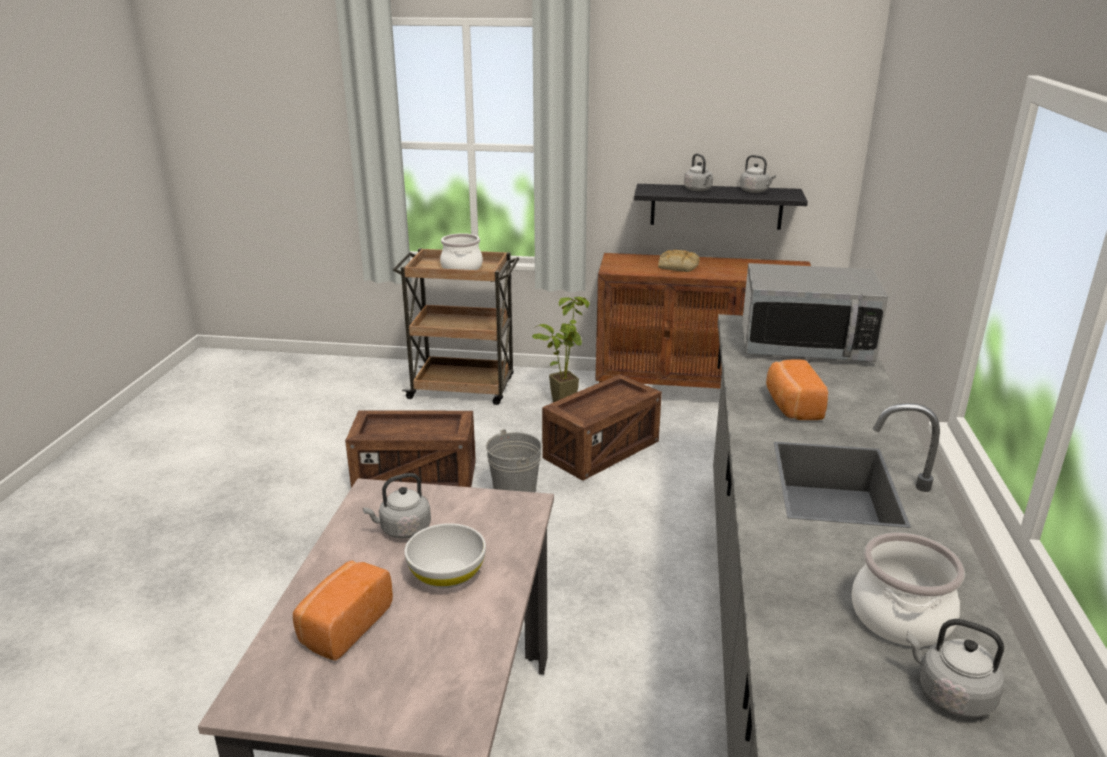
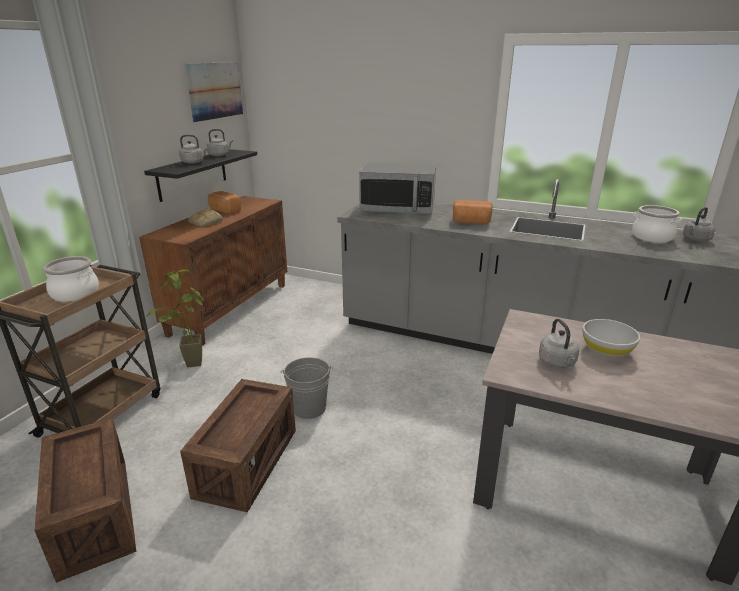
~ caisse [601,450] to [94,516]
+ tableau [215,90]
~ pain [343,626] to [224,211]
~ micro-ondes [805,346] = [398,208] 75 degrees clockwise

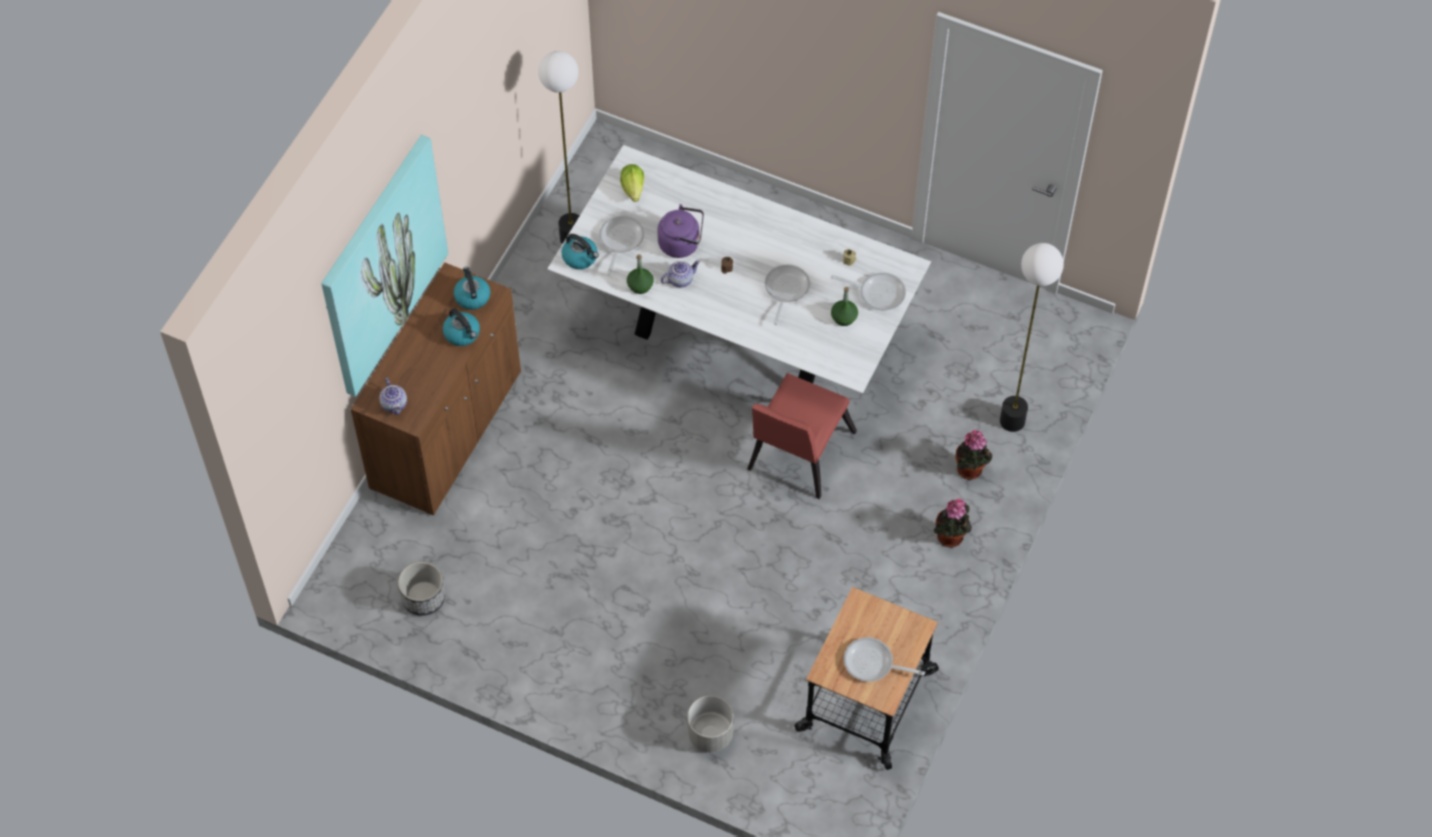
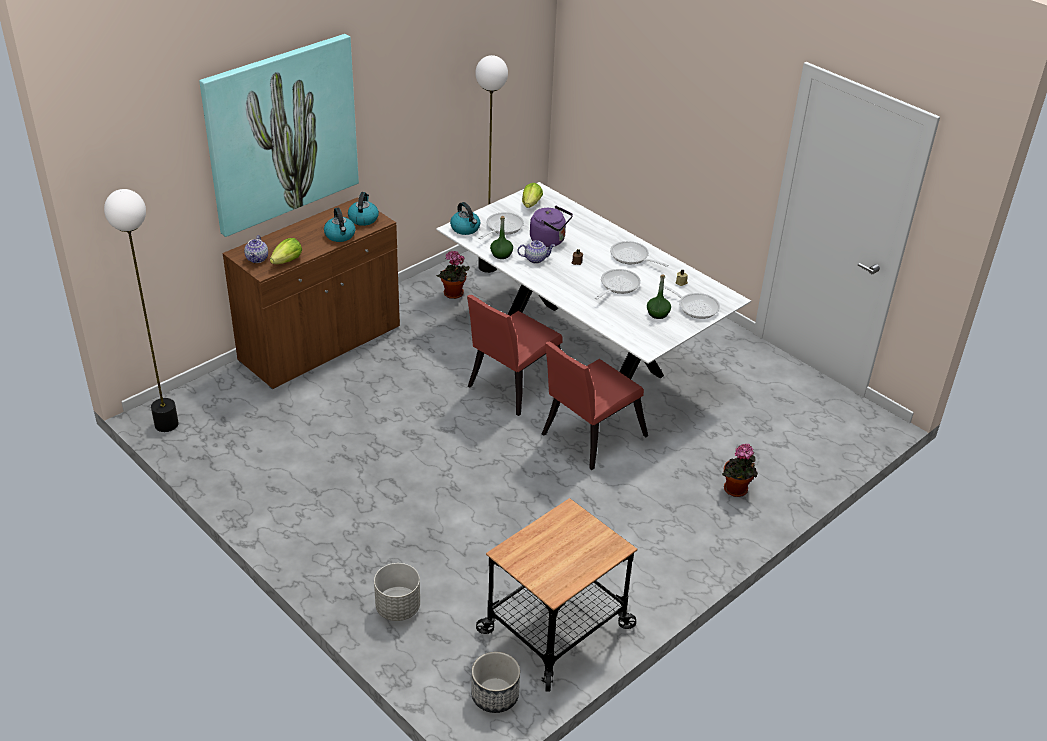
~ lampadaire [1012,420] to [166,424]
+ laitue [287,261]
~ plante en pot [951,539] to [453,295]
+ chaise (rouge) [512,386]
~ cache-pot [424,597] to [495,695]
~ poêle [873,664] to [632,257]

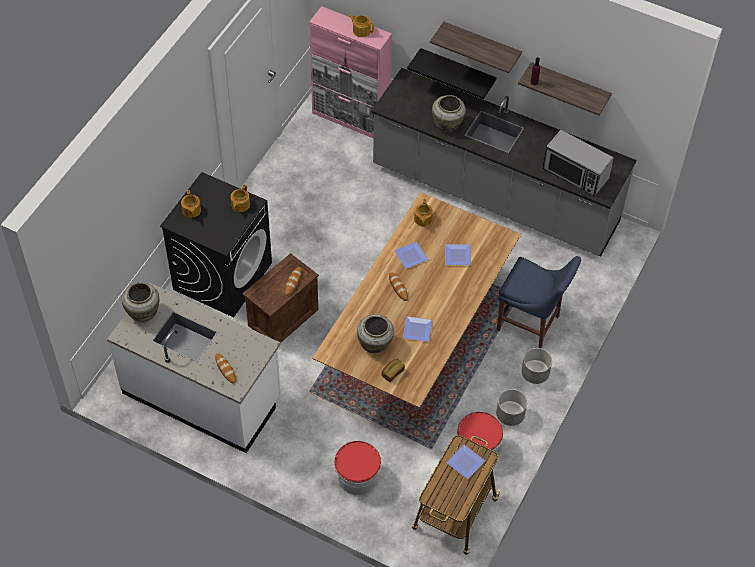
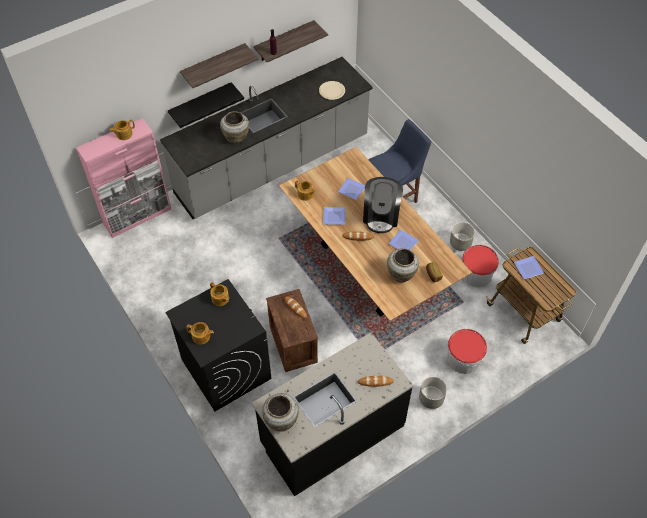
~ comptoir de cuisine (blanc) [202,395] to comptoir de cuisine (noir) [332,434]
~ micro-ondes [575,174] to assiette (beige) [332,91]
+ machine à café [381,216]
~ cache-pot (gris) [535,373] to [431,398]

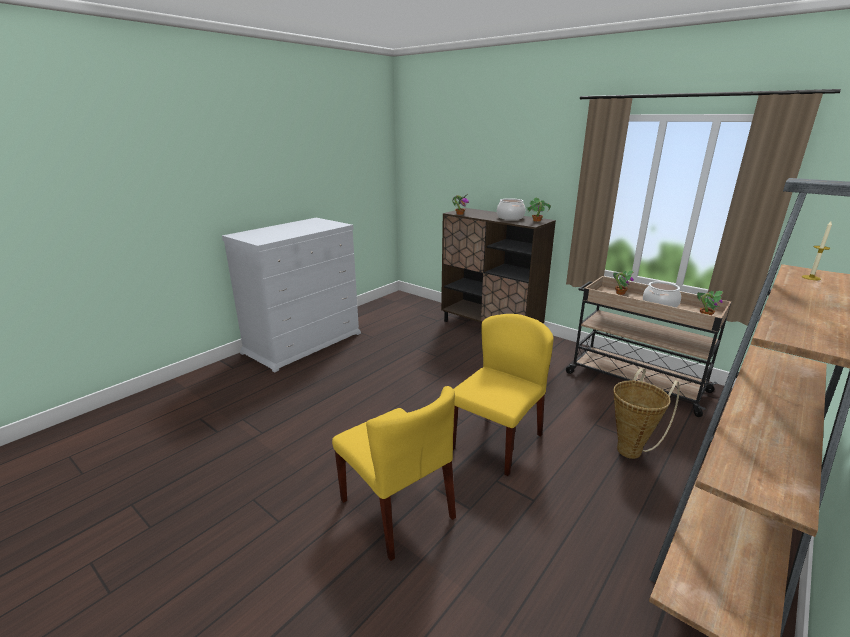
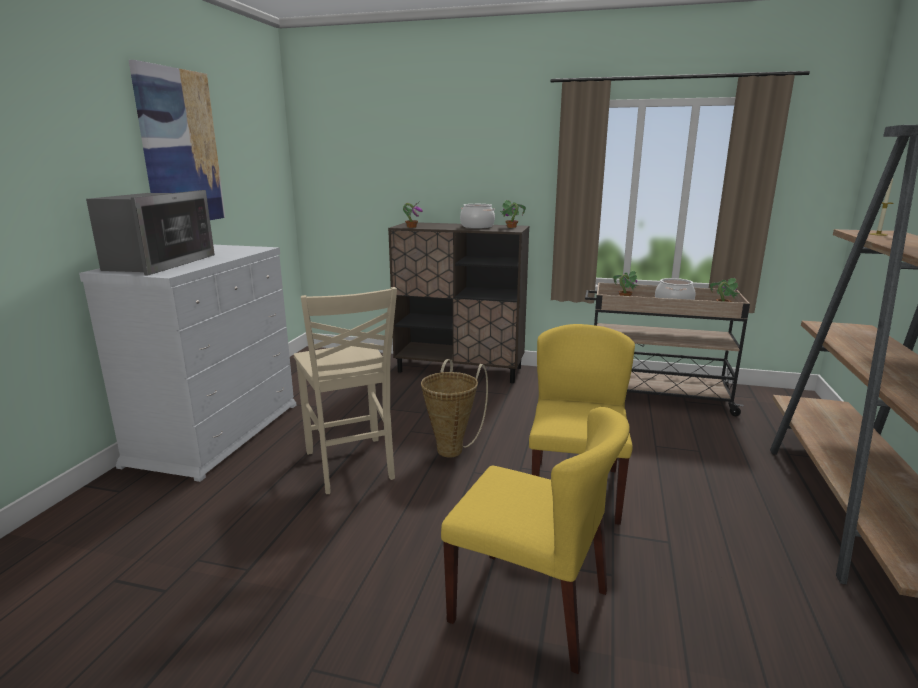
+ micro-ondes [158,263]
+ tableau [179,148]
+ chaise (beige) [351,466]
~ panier [632,449] to [452,448]

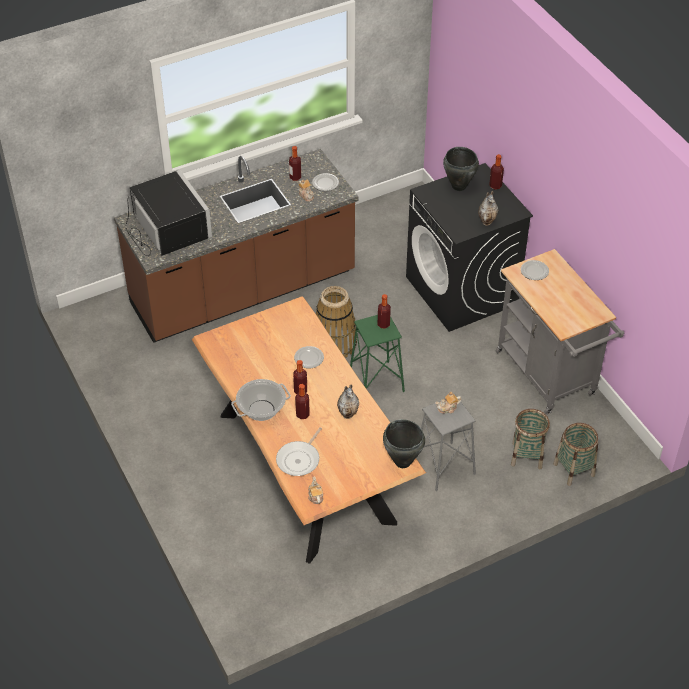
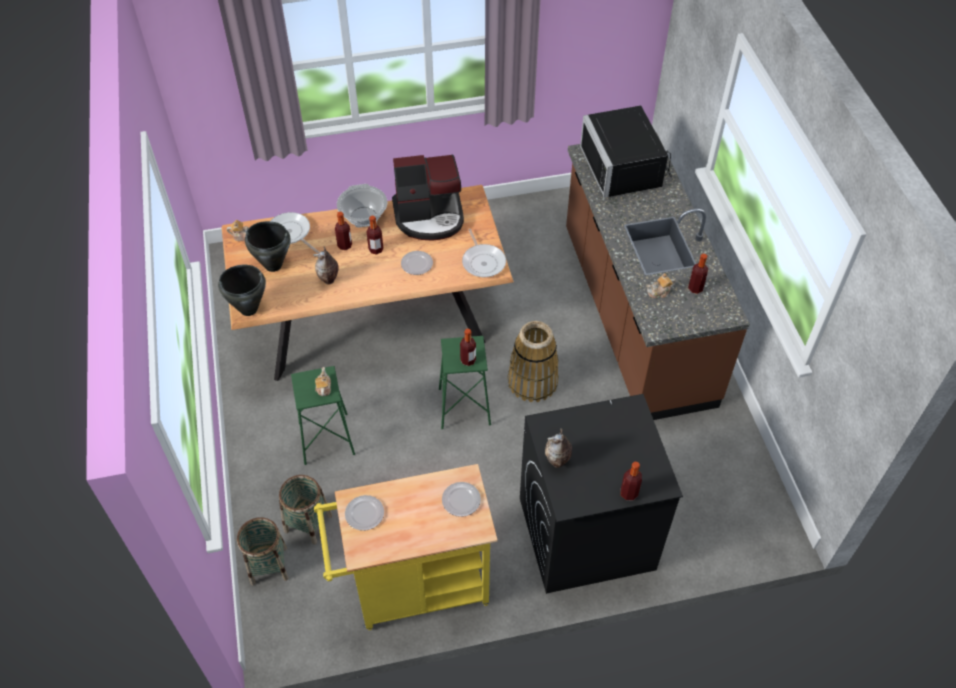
~ marmite (noir) [458,186] to [273,265]
~ tabouret (gris) [444,467] to tabouret (vert) [326,439]
~ chariot (gris) [549,377] to chariot (jaune) [412,587]
~ assiette [325,183] to [364,514]
+ machine à café [429,217]
+ poêle [483,261]
~ micro-ondes (noir) [167,229] = [626,168] 90 degrees clockwise

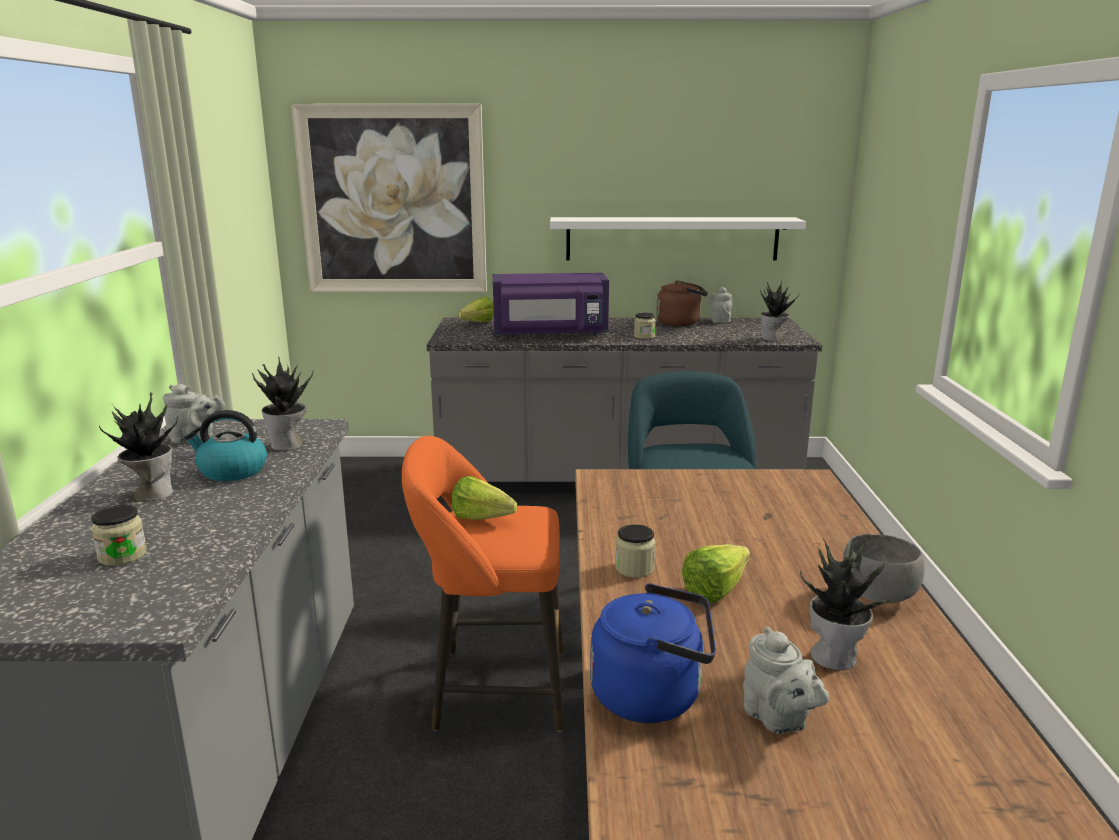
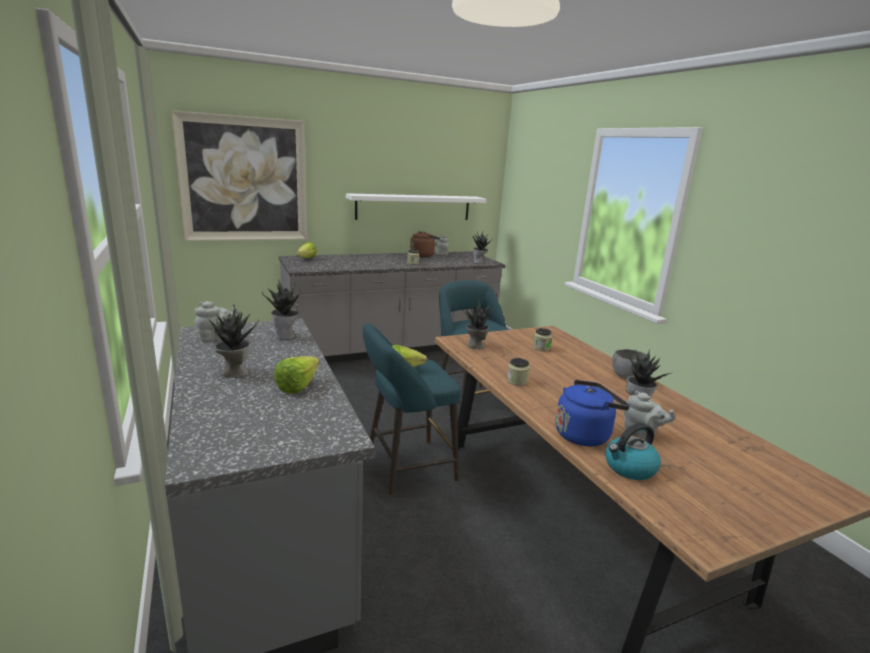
~ laitue [721,589] to [301,385]
~ tabouret (orange) [491,689] to tabouret (turquoise) [405,468]
+ plante en pot [475,346]
~ bocal [122,555] to [541,348]
~ bouilloire [231,471] to [629,468]
- micro-ondes (violet) [550,334]

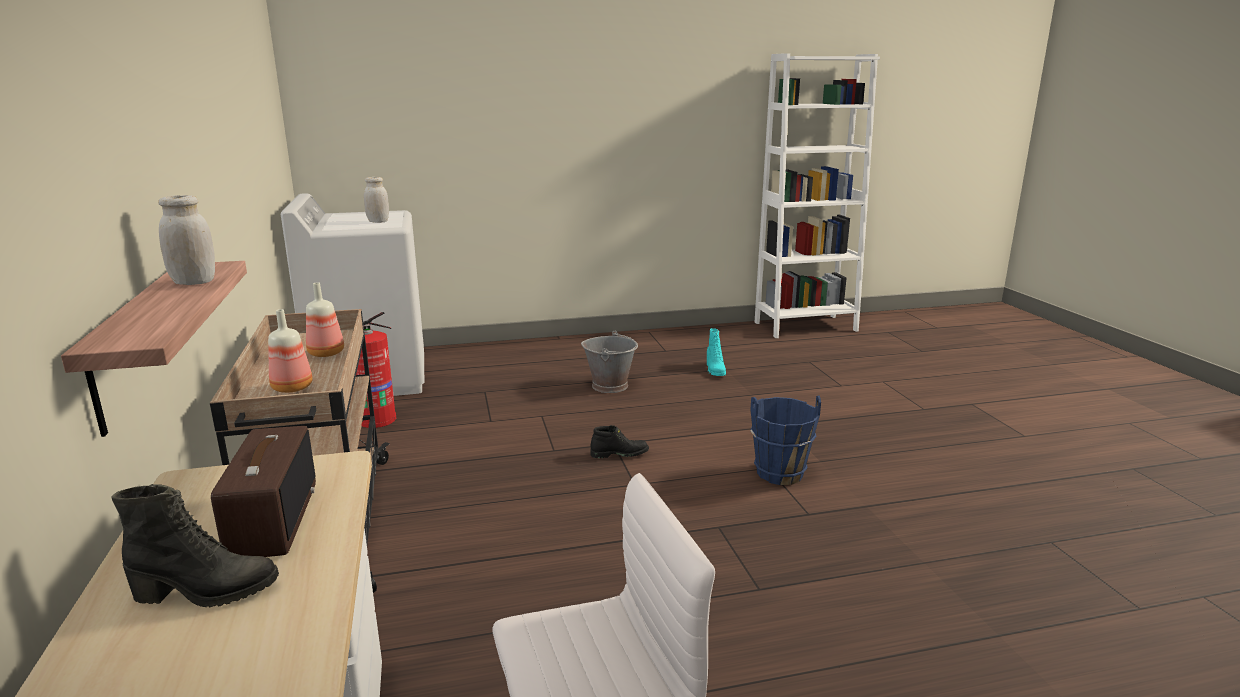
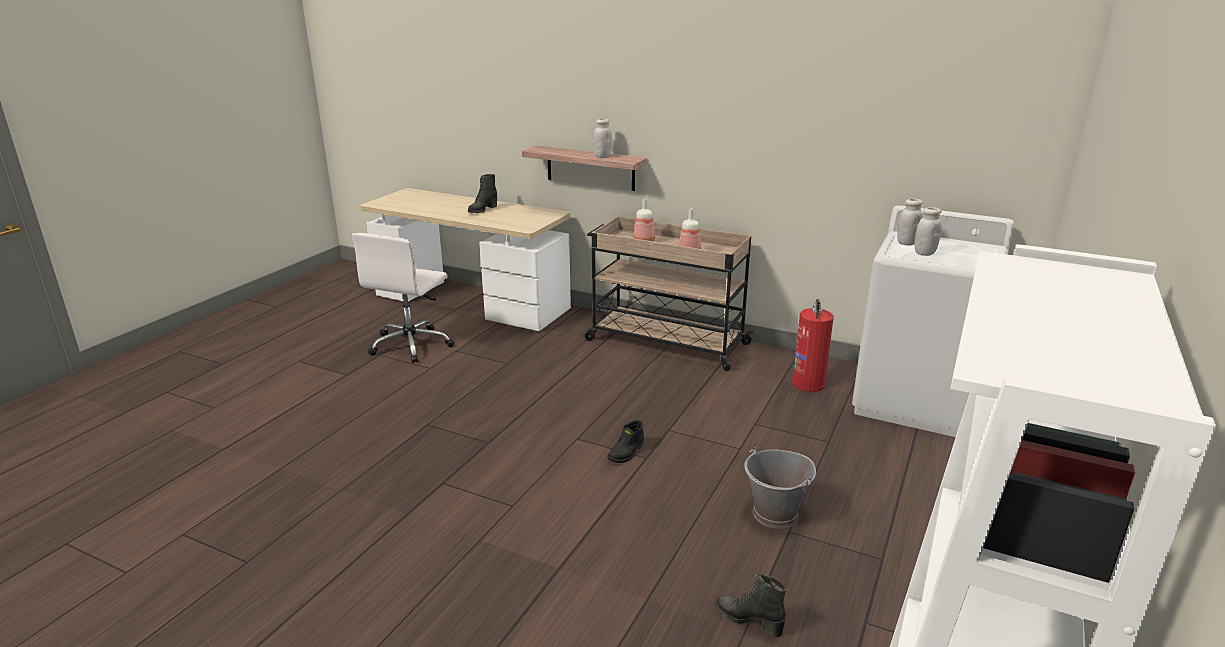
~ botte (turquoise) [714,370] to botte (noir) [749,620]
+ bocal (blanc) [906,243]
- radio [272,519]
- seau (bleu) [779,473]

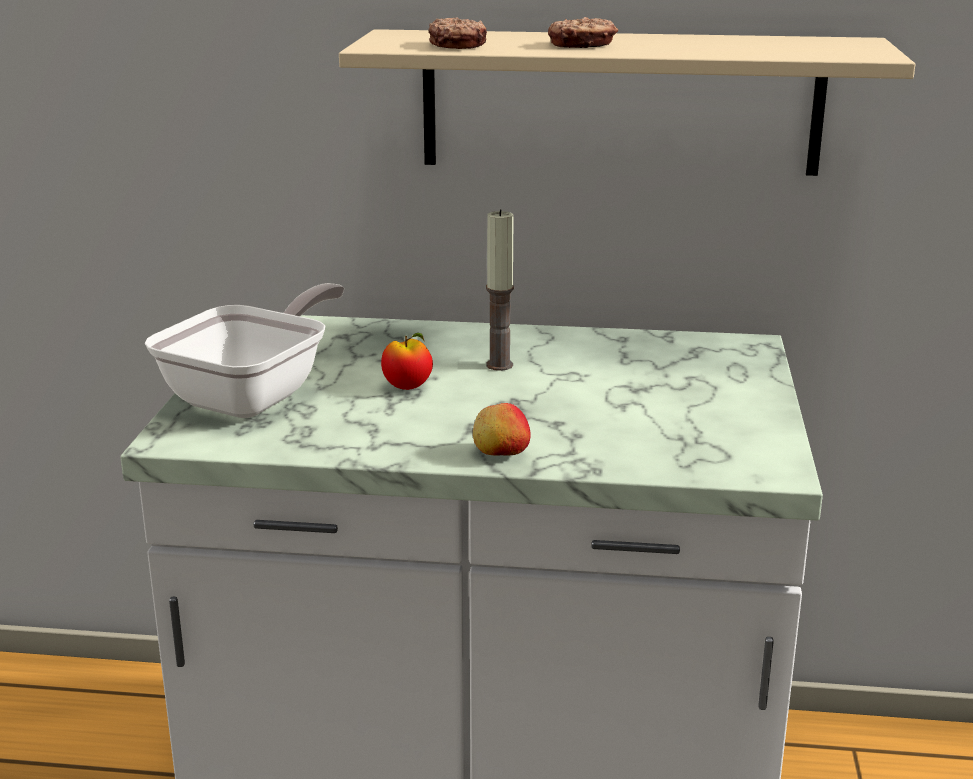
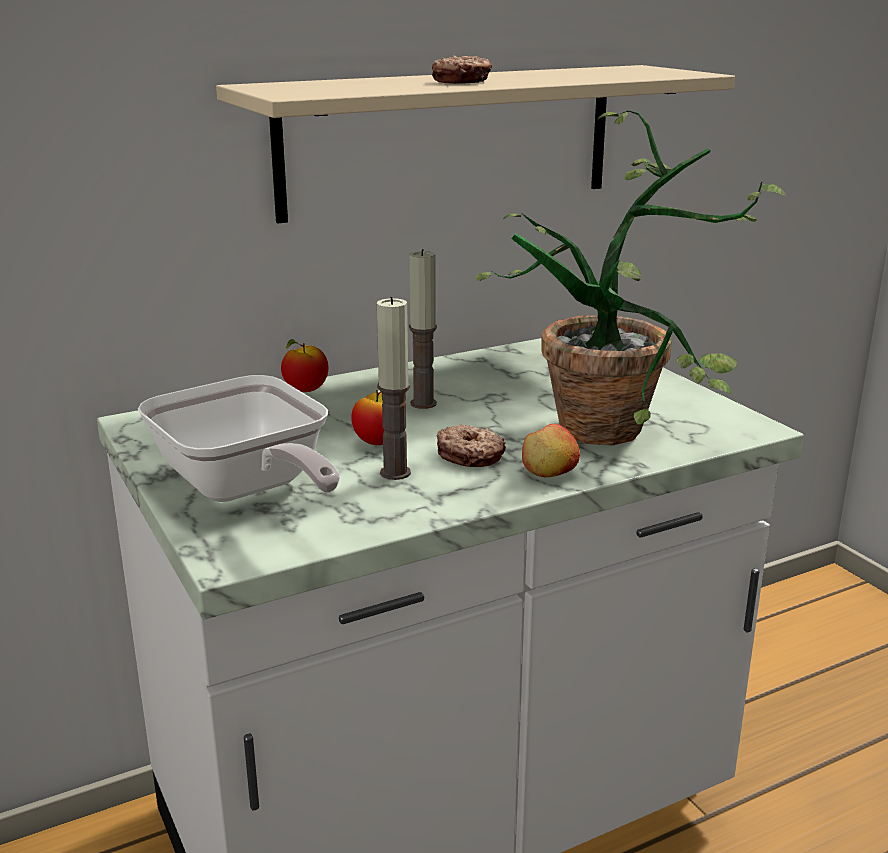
~ poêle [255,395] = [246,489] 150 degrees clockwise
+ pomme [306,390]
+ bougie [395,473]
~ beignet [458,45] to [470,455]
+ plante en pot [624,428]

